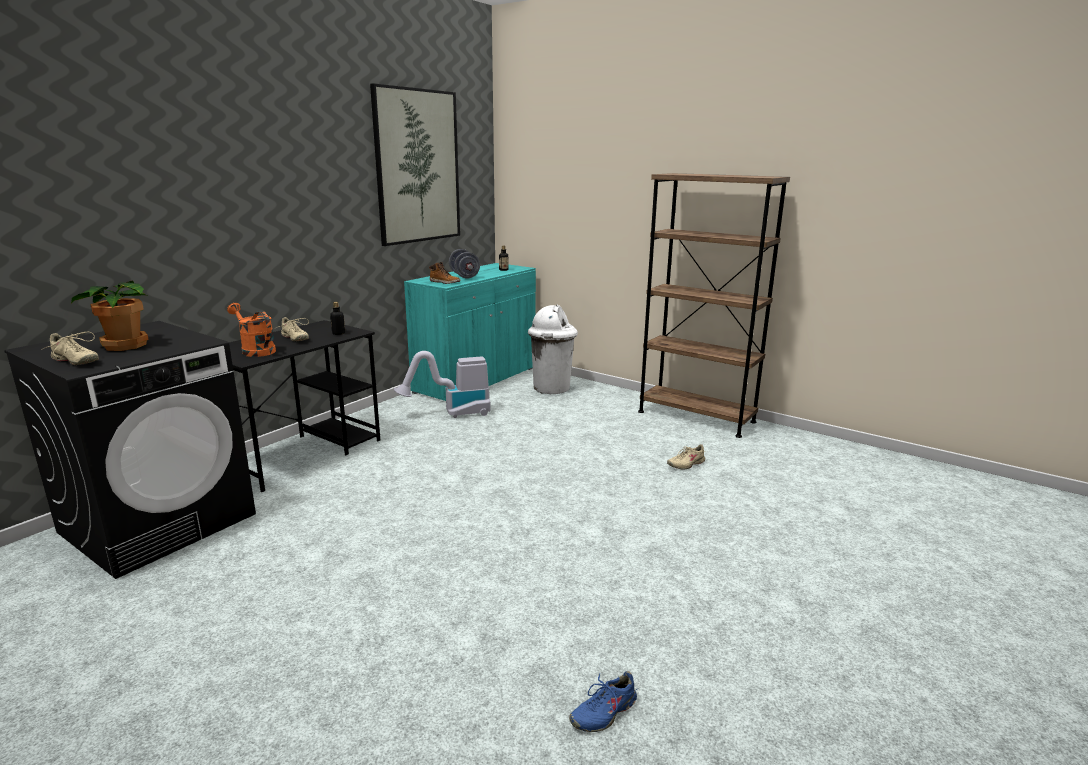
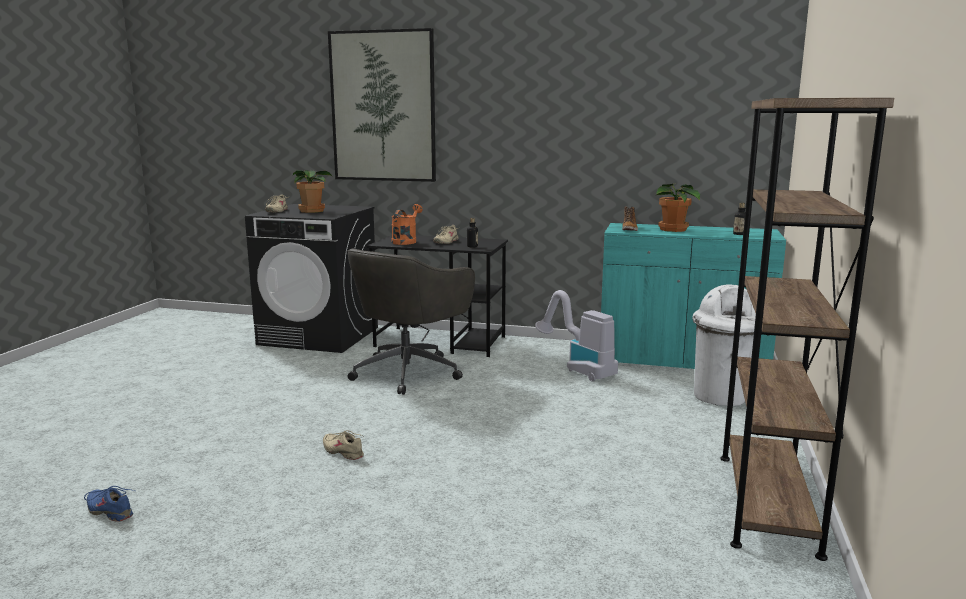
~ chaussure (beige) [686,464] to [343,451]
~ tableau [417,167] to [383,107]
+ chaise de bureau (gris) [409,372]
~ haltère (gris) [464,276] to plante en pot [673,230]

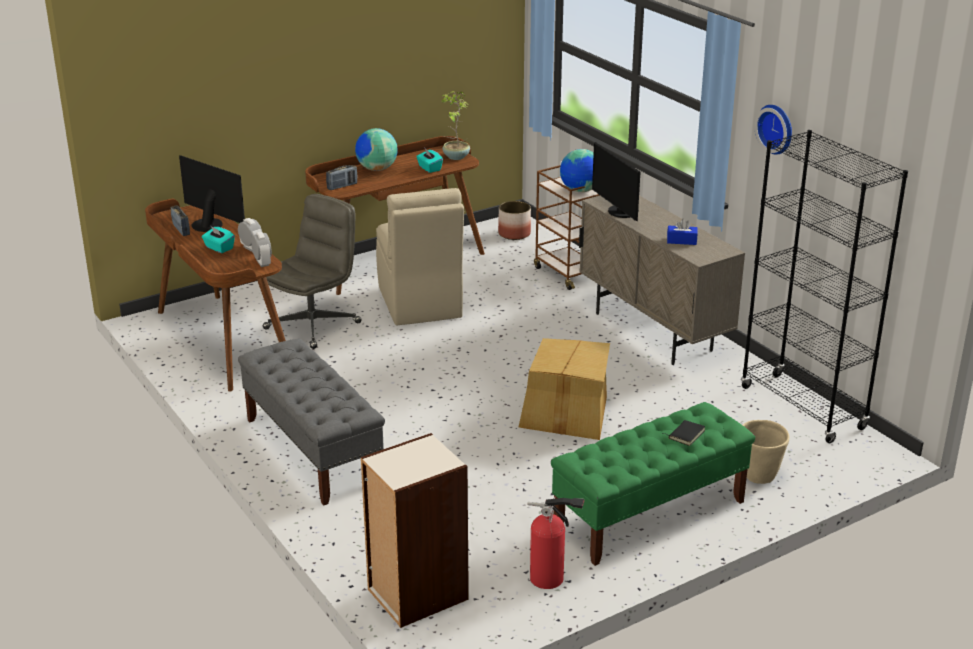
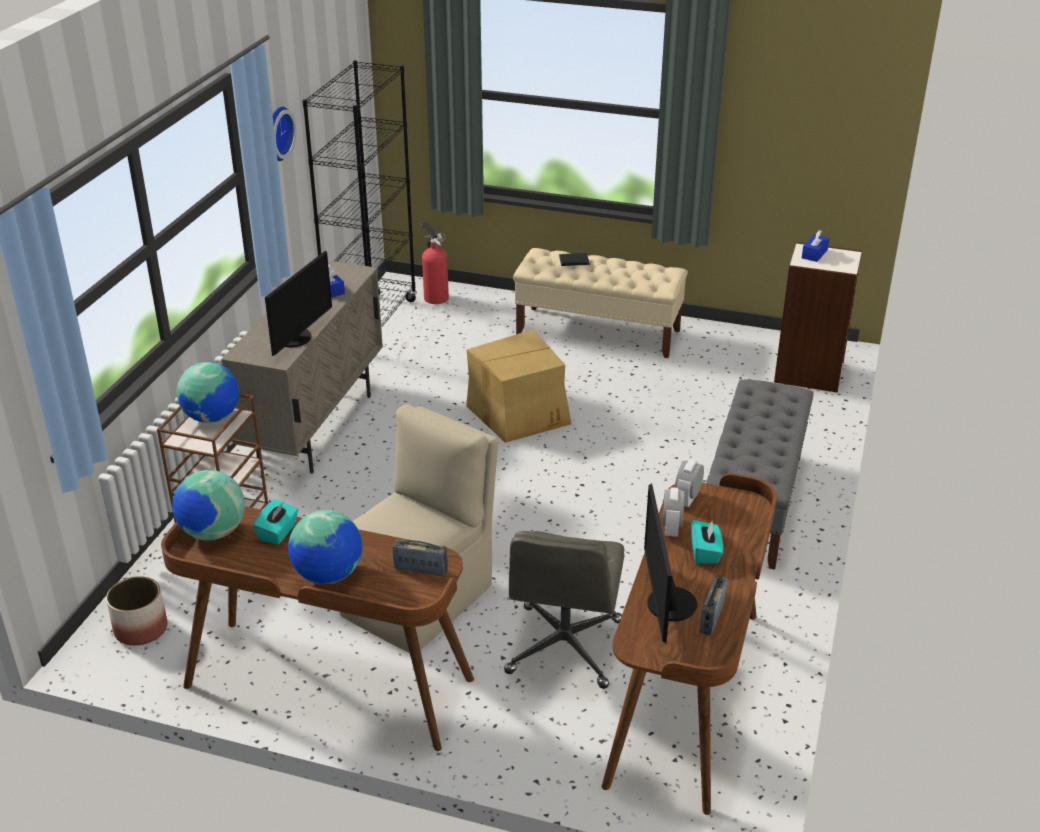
~ plante en pot [455,157] to globe [212,532]
~ extincteur [550,579] to [435,297]
~ chaise de bureau (gris) [313,325] = [564,648] 75 degrees counterclockwise
~ banc (vert) [649,515] to banc (beige) [598,332]
+ boîte à mouchoirs (bleu) [814,254]
- cache-pot (beige) [759,477]

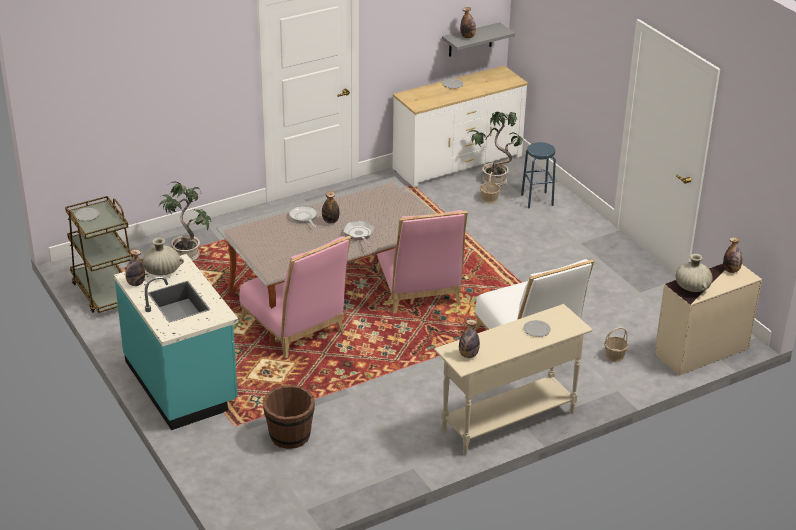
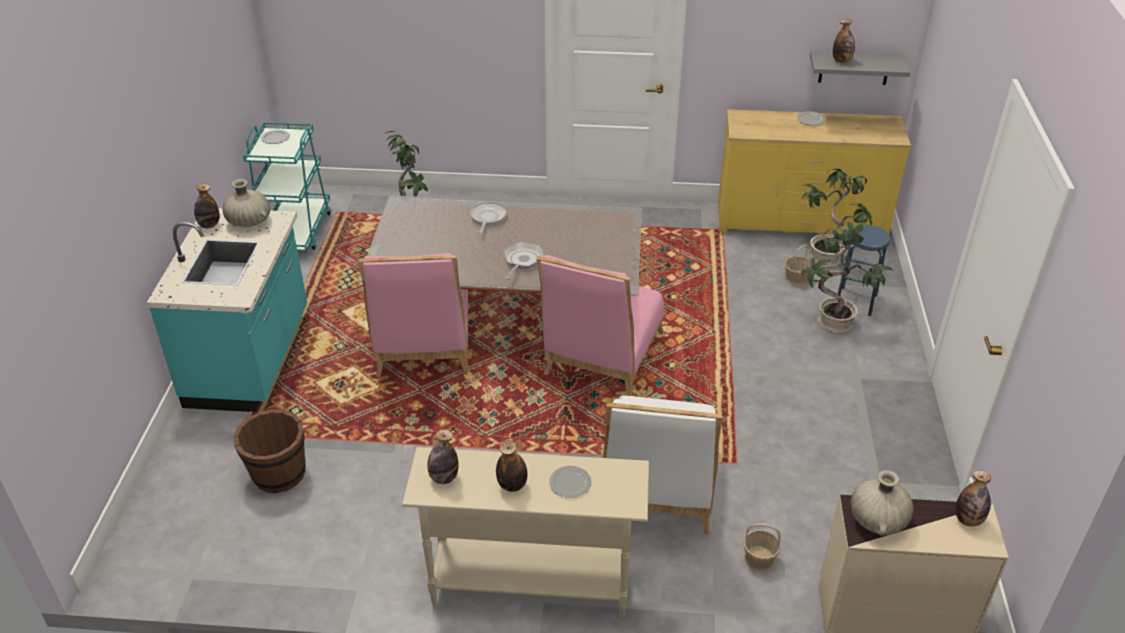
~ chariot (marron) [105,293] to chariot (turquoise) [296,231]
~ bouteille [330,221] to [512,485]
~ commode (blanc) [457,162] to commode (jaune) [800,221]
+ plante en pot [834,324]

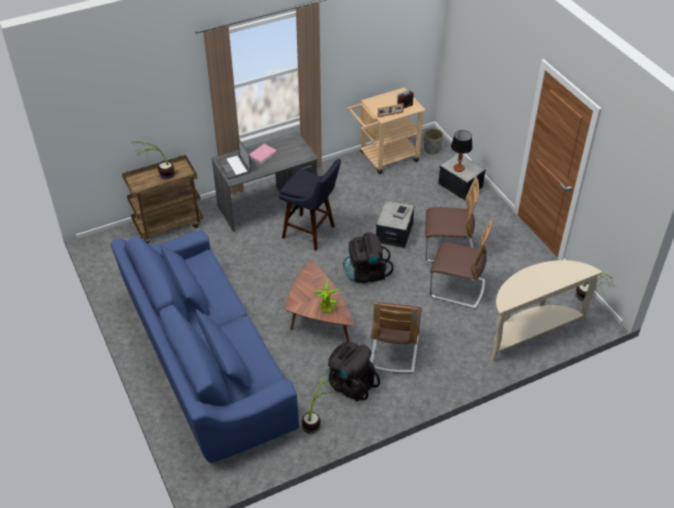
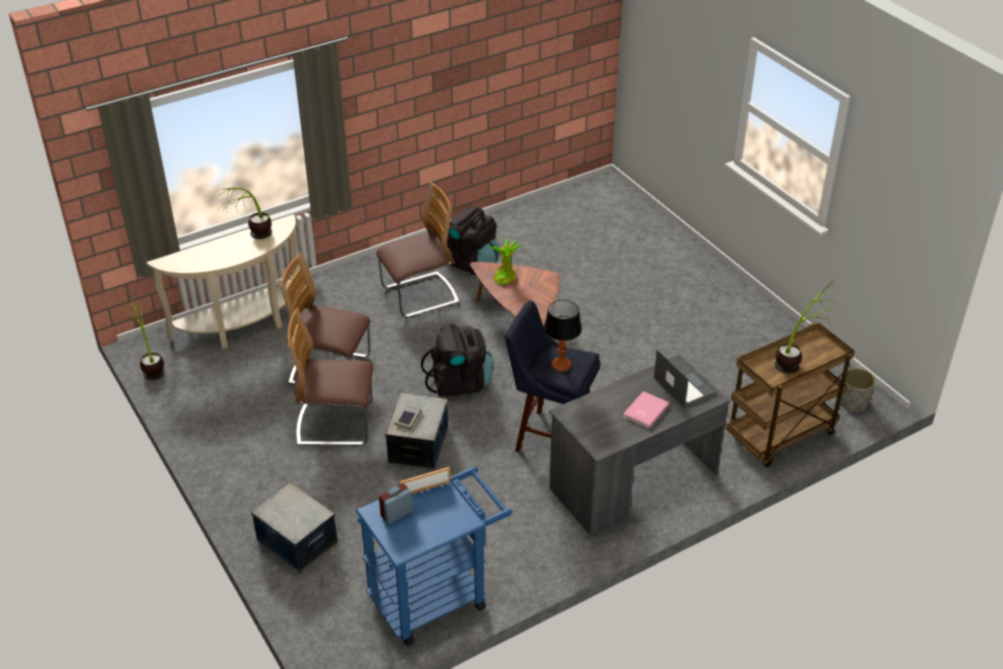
~ plante en pot [318,419] to [252,239]
~ chariot (beige) [384,158] to chariot (bleu) [436,595]
~ chaise [394,351] = [420,296] 60 degrees clockwise
~ lampe de table [459,168] to [561,365]
~ cache-pot (gris) [432,149] to [853,403]
- canapé (bleu) [205,359]

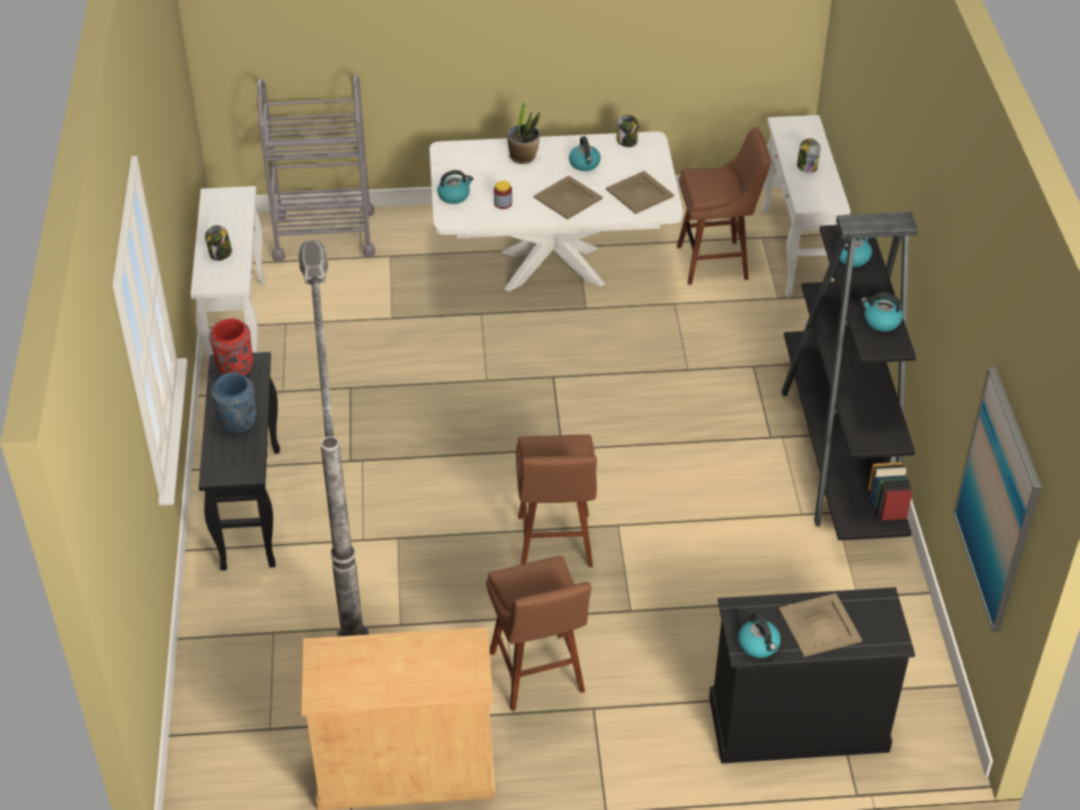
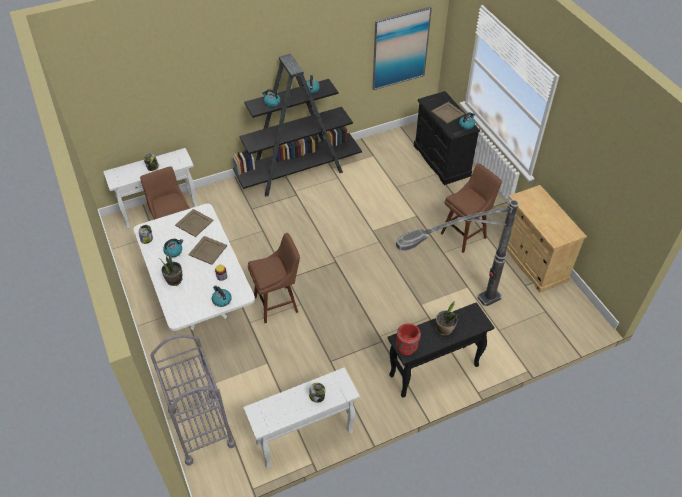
~ tabouret (marron) [555,545] to [278,303]
~ vase (bleu) [238,422] to plante en pot [444,329]

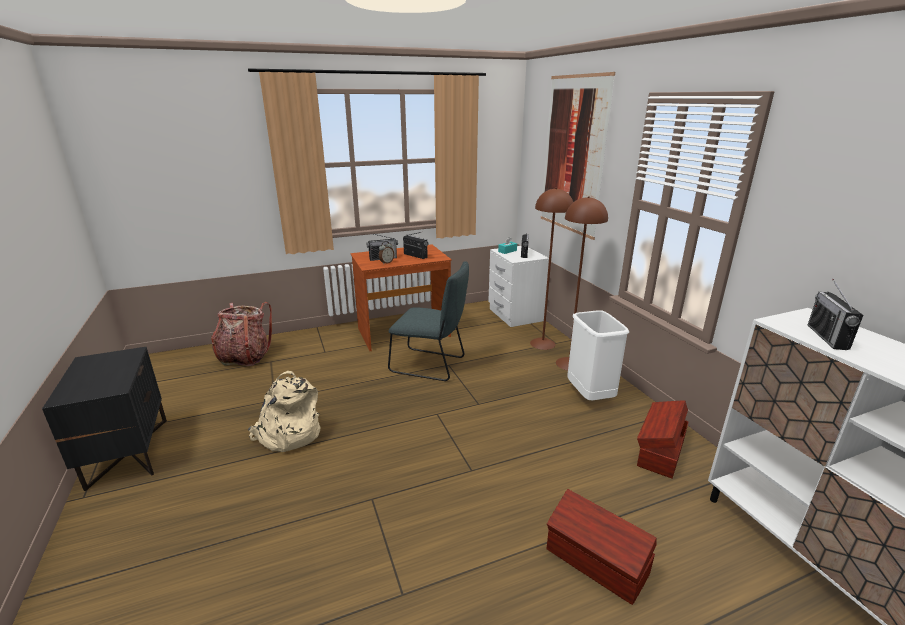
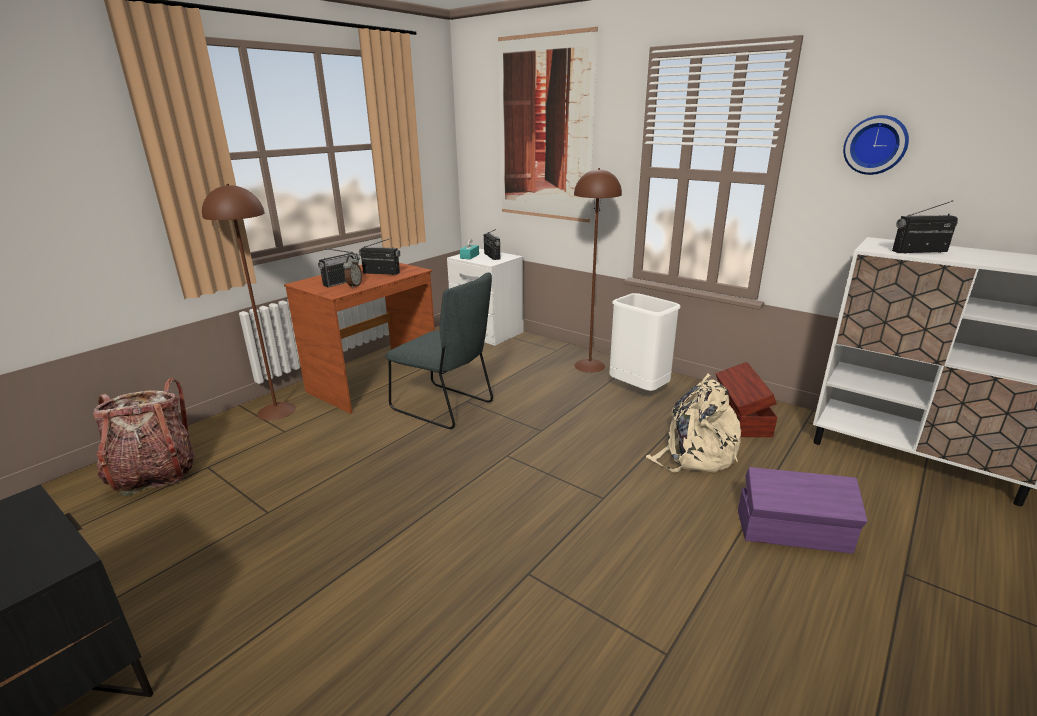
~ lampadaire (marron) [543,343] to [277,411]
~ chaise (gris) [431,365] = [446,407] 45 degrees clockwise
~ sac à dos (beige) [288,434] to [695,454]
~ boîte de rangement (marron) [596,563] to boîte de rangement (violet) [794,532]
+ horloge murale [875,145]
~ radio [827,337] = [919,252] 105 degrees clockwise

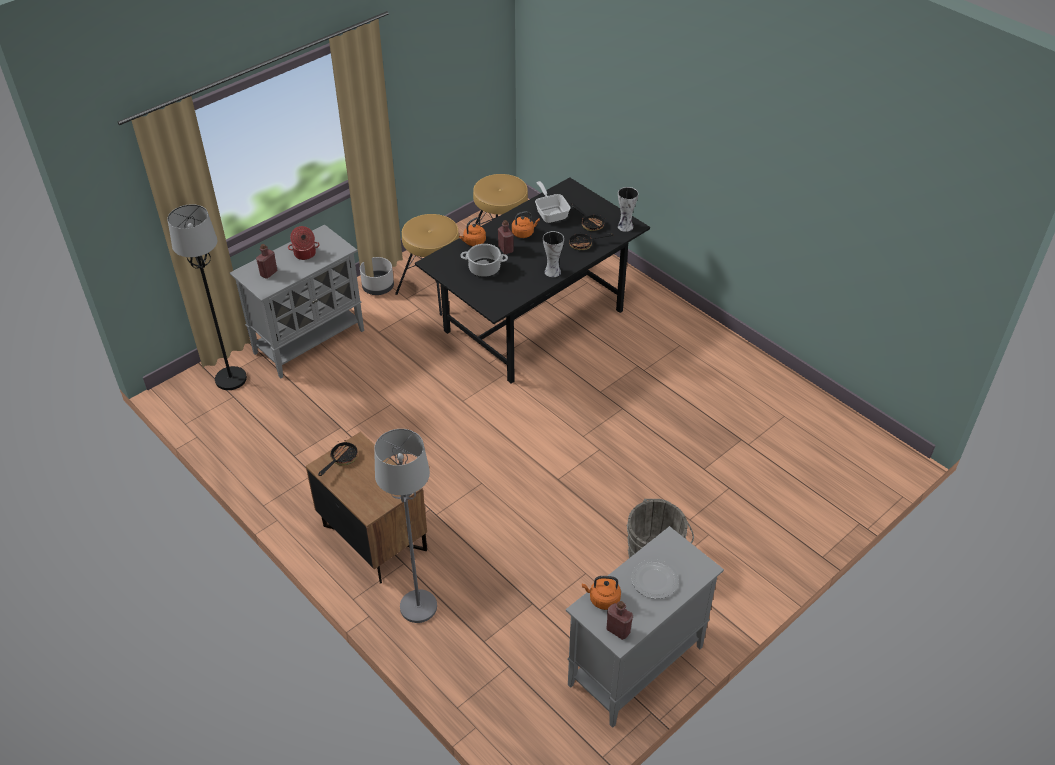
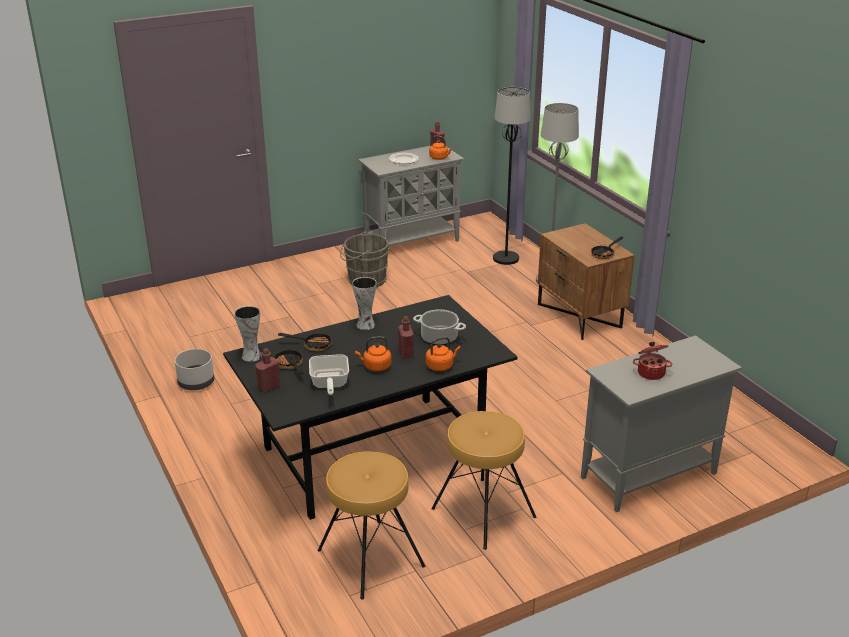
~ cache-pot (gris) [378,287] to [196,383]
~ bouteille (rouge) [269,273] to [269,387]
~ lampadaire (noir) [230,379] to [506,258]

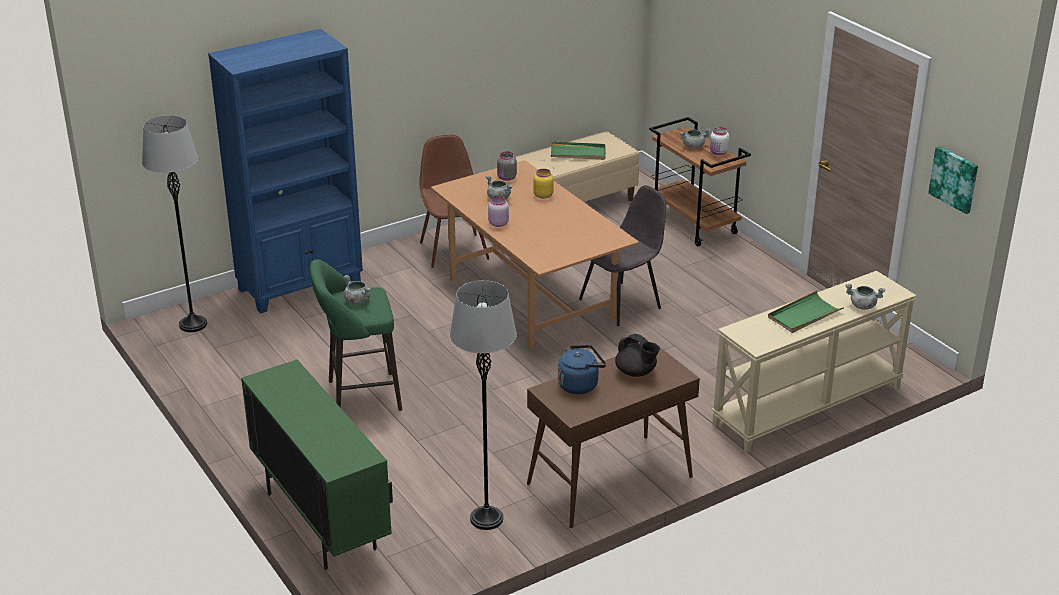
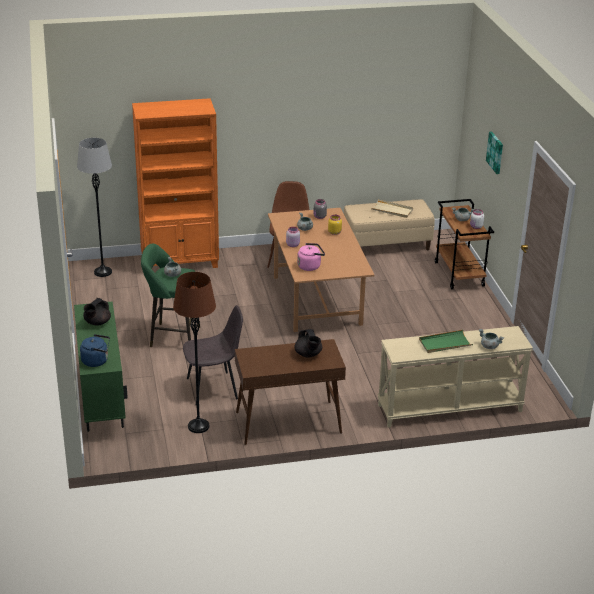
~ bouilloire (bleu) [580,384] to [96,361]
+ théière (noir) [97,323]
~ bibliothèque (bleu) [301,286] to bibliothèque (orange) [180,262]
~ lampadaire (gris) [486,519] to lampadaire (marron) [198,426]
~ chaise (gris) [621,303] to [214,388]
+ bouilloire (rose) [310,266]
~ plateau (vert) [578,153] to plateau (beige) [392,210]
~ tableau [954,179] to [495,152]

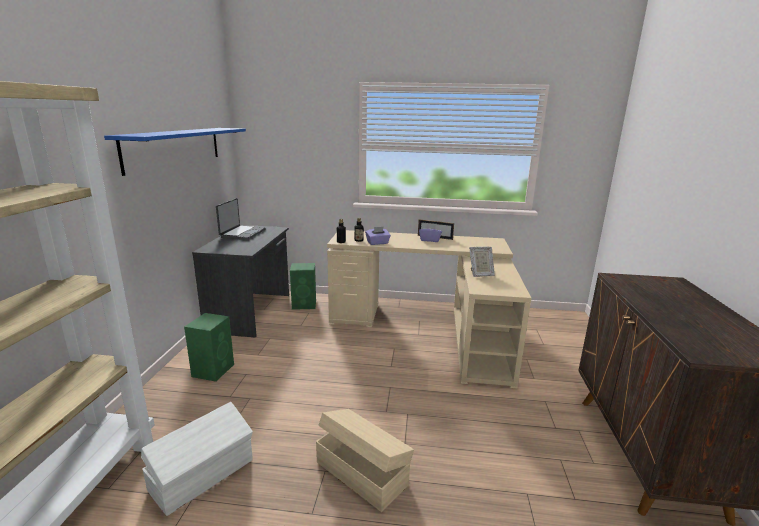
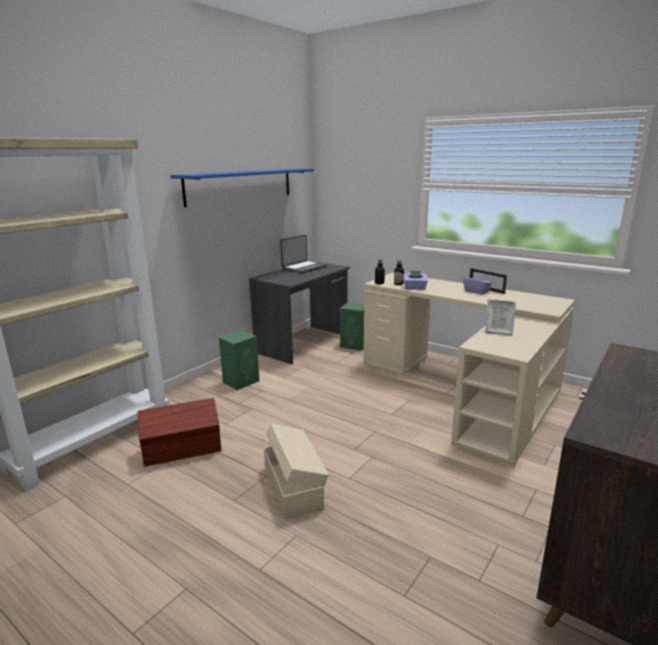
~ boîte de rangement (blanc) [204,475] to boîte de rangement (marron) [183,450]

